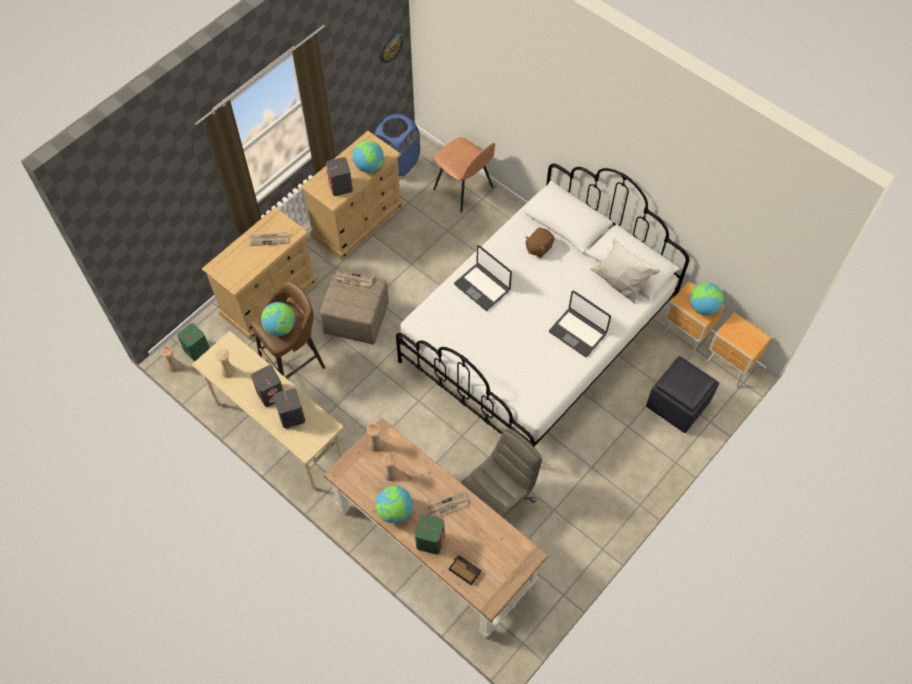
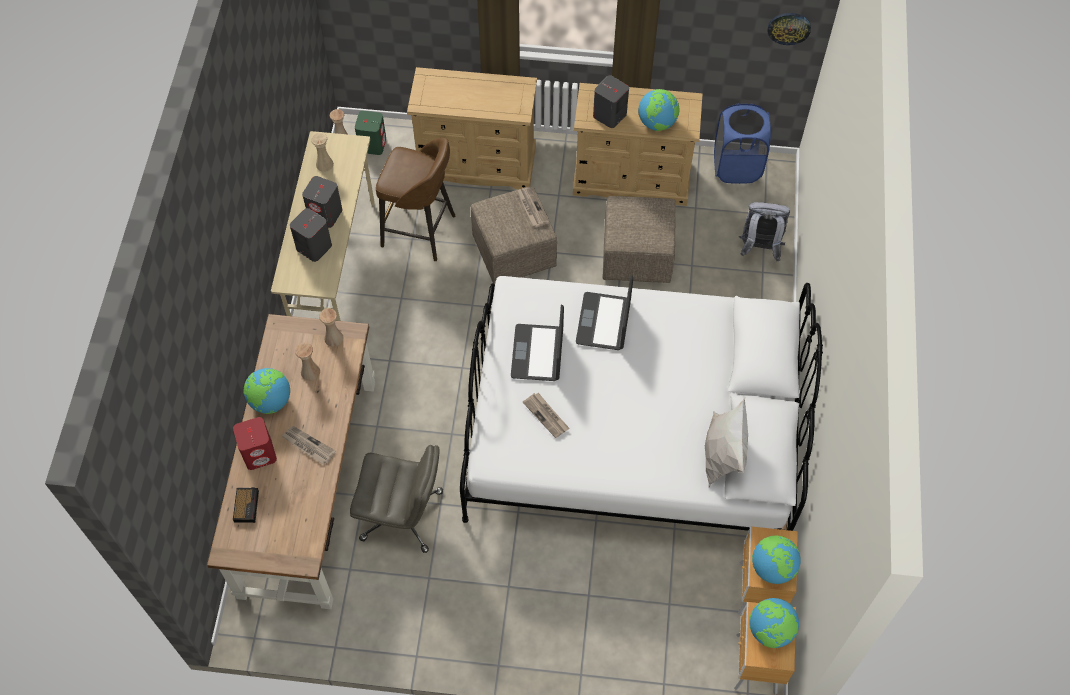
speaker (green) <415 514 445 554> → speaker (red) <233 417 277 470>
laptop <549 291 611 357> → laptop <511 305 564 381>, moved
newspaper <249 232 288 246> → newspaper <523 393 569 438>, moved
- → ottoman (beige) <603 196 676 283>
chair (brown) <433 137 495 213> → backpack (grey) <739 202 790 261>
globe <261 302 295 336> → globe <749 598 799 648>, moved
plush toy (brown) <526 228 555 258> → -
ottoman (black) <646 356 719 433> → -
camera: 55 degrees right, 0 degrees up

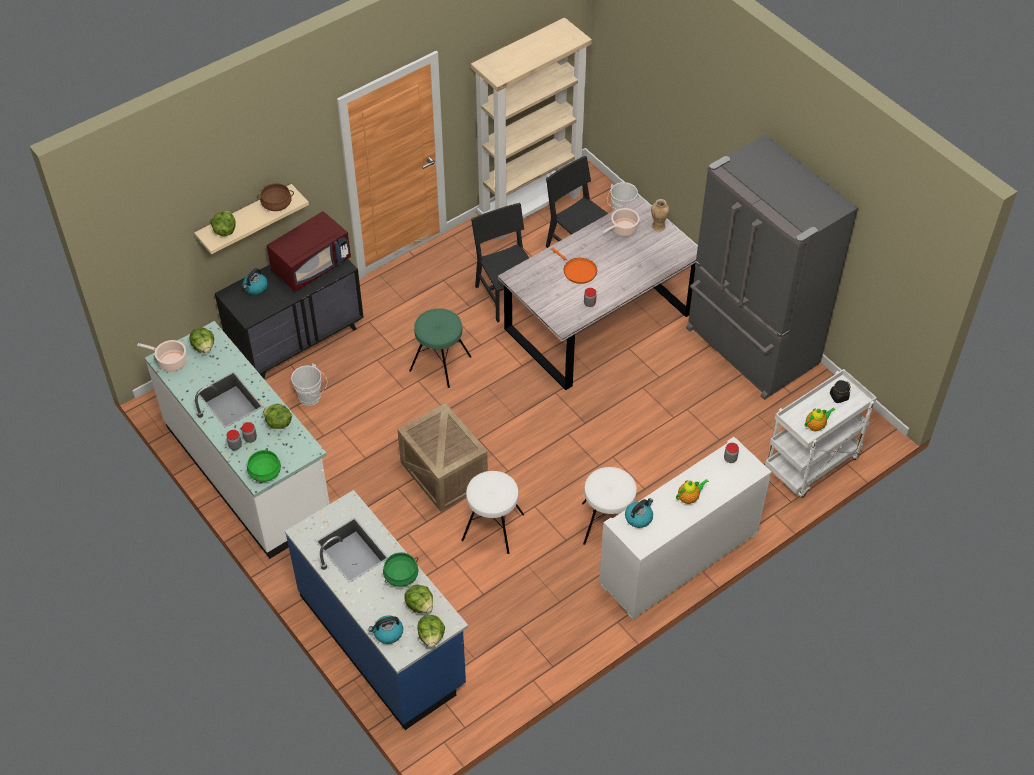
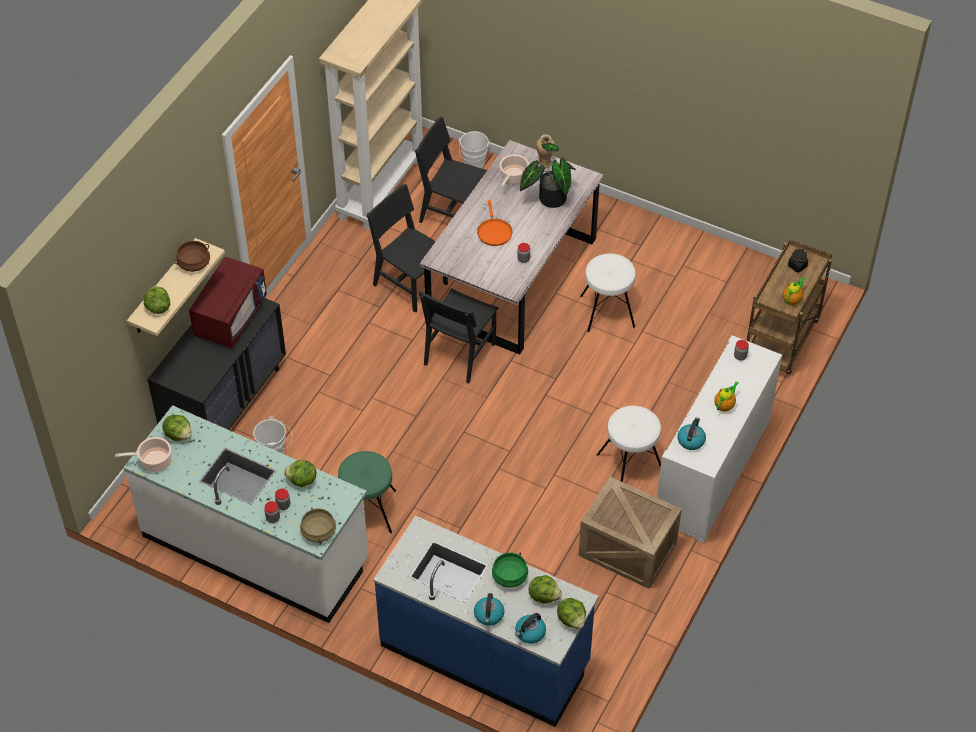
cooking pot (green) <247 448 281 482> → cooking pot (beige) <300 507 336 543>
stool (green) <409 308 471 388> → stool (green) <338 451 396 533>, moved
- → chair (black) <419 288 498 384>
kettle <243 268 268 295> → kettle <474 593 504 626>, moved
frying pan (orange) <551 247 597 284> → frying pan (orange) <477 200 513 246>, 60 degrees clockwise
- → potted plant <520 143 576 208>
crate <397 403 488 512> → crate <579 477 682 589>, moved
stool (white) <461 471 524 554> → stool (white) <580 253 635 332>, moved
cart (white) <765 369 877 498> → cart (brown) <747 239 832 374>
fridge (grey) <686 135 858 400> → -
camera: 25 degrees left, 0 degrees up

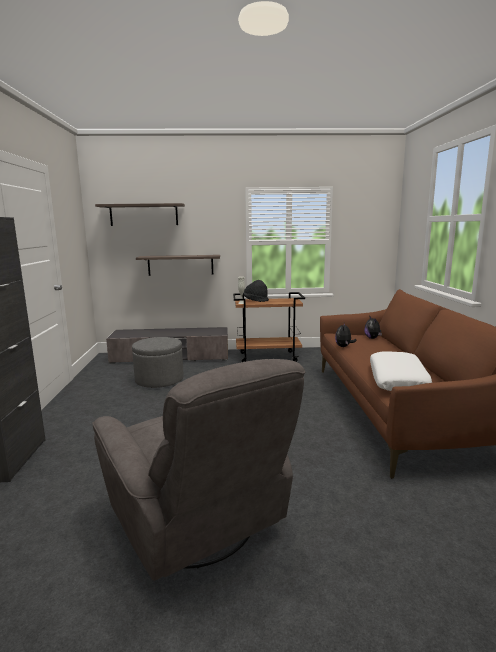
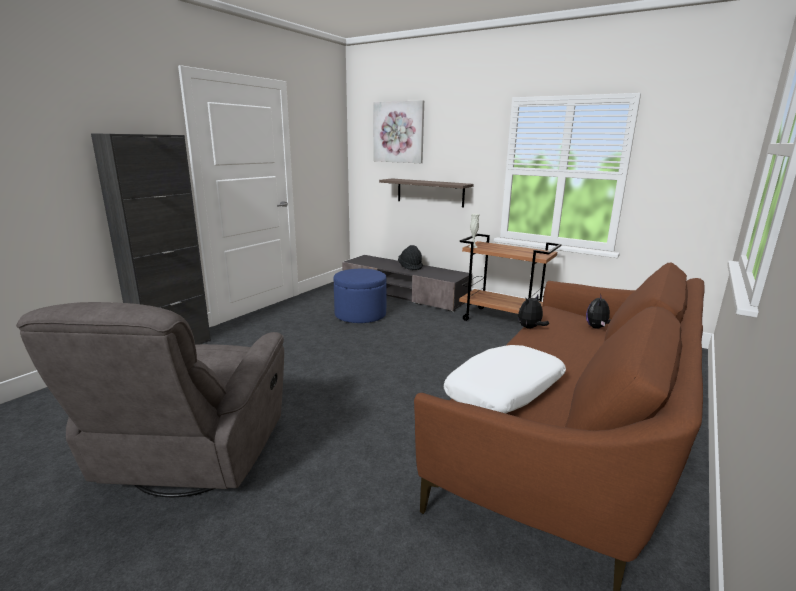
ottoman (grey) <132 337 184 388> → ottoman (blue) <333 269 387 323>
shelf <95 203 185 226> → picture <373 100 424 163>
hat (black) <243 280 269 302> → hat (black) <398 245 423 270>, moved
camera: 35 degrees right, 5 degrees up

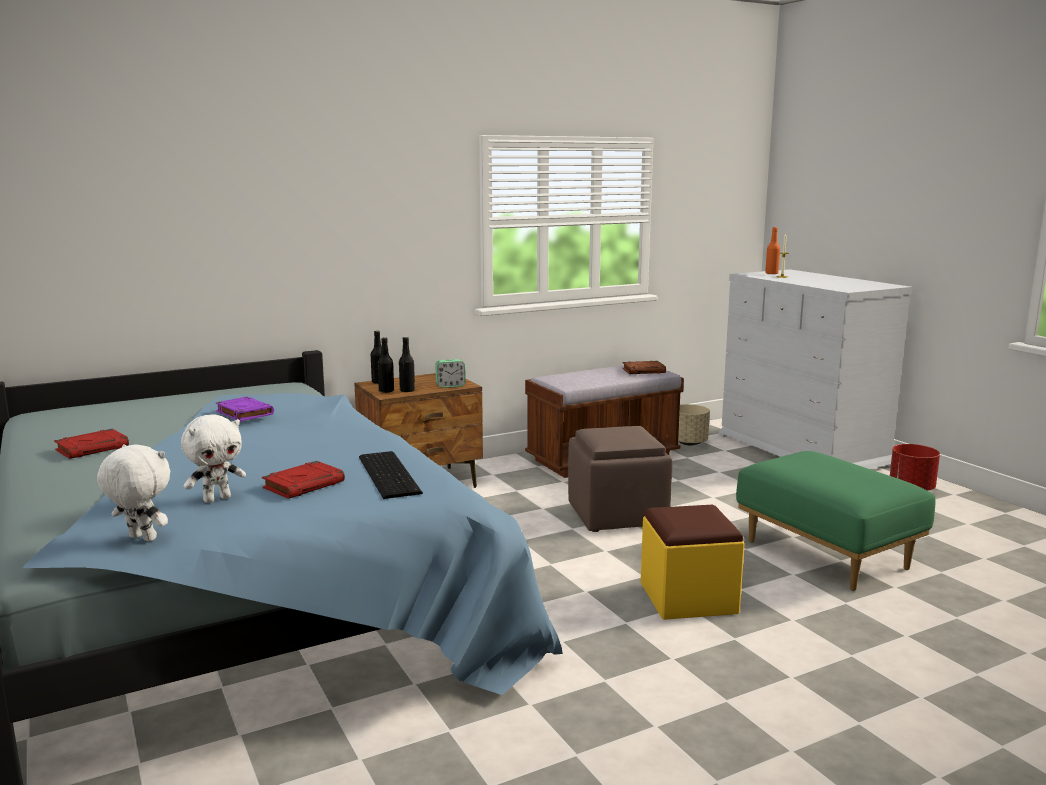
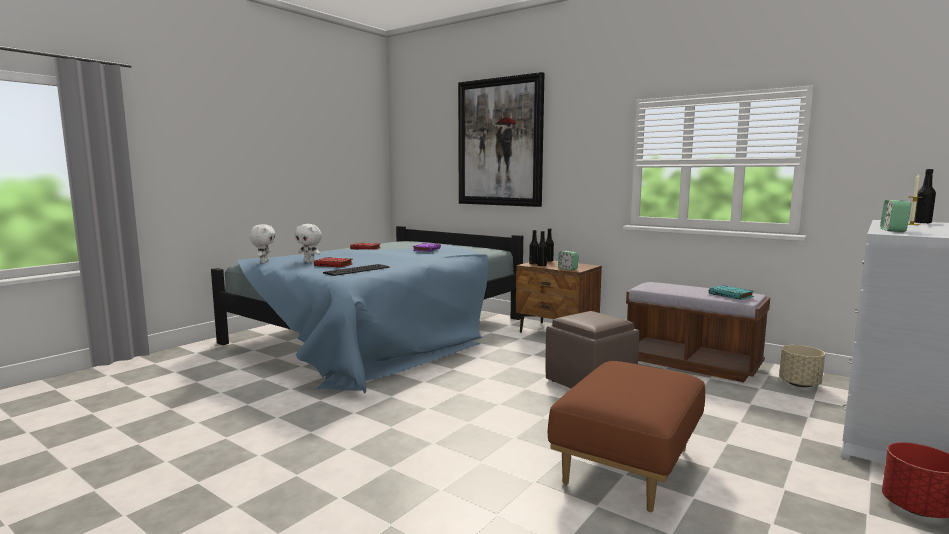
- → picture <458 72 545 207>
ottoman (green) <736 451 935 591> → ottoman (brown) <547 361 705 512>
book (brown) <622 361 666 374> → book (turquoise) <709 285 754 300>
- → alarm clock <880 200 911 232>
bottle (orange) <765 227 780 274> → bottle (black) <914 169 936 223>
ottoman (yellow) <641 505 745 620> → -
camera: 65 degrees right, 5 degrees down

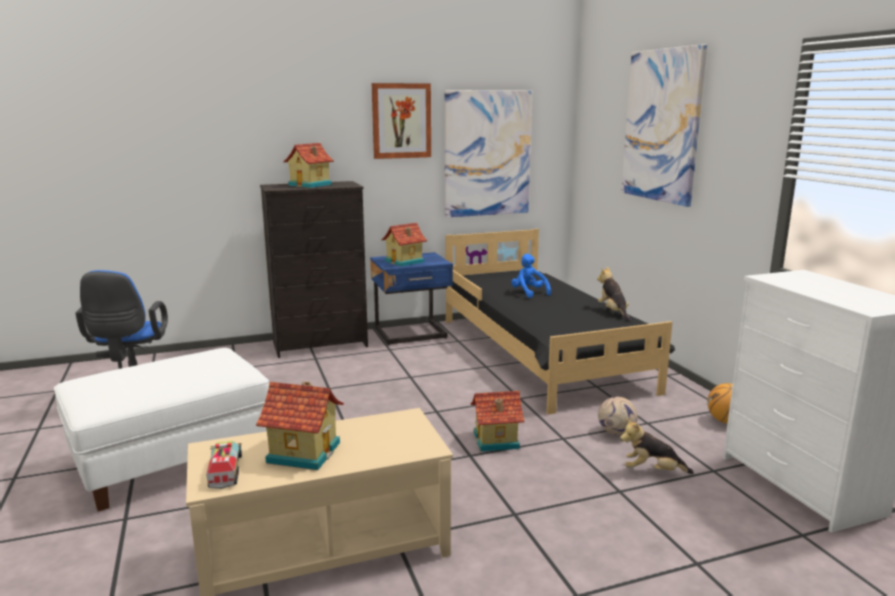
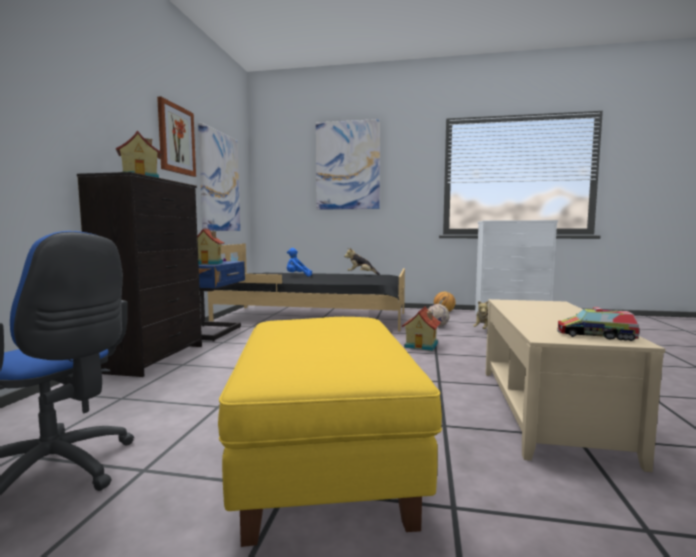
ottoman (white) <54 348 269 511> → ottoman (yellow) <218 317 442 547>
toy house <256 382 344 470> → -
camera: 60 degrees left, 10 degrees down

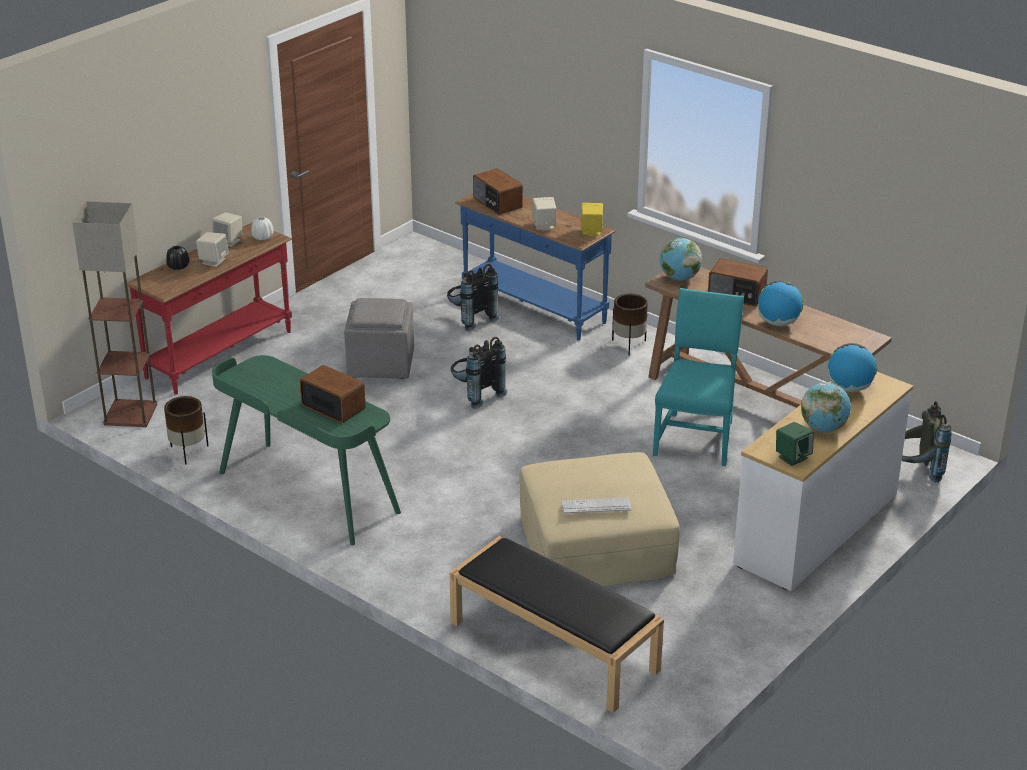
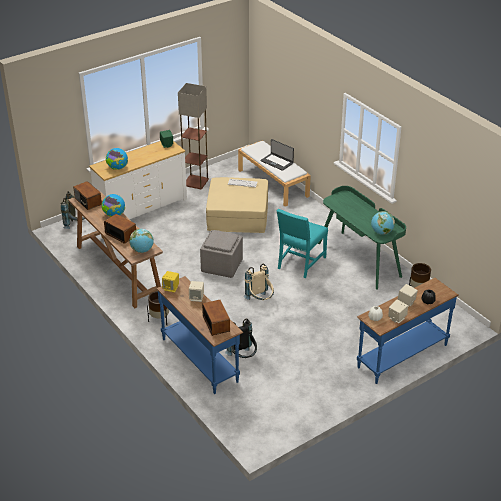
radio <299 365 366 423> → radio <73 181 102 210>, moved
floor lamp <72 201 157 427> → floor lamp <178 83 209 189>, moved
ottoman (grey) <344 298 414 379> → ottoman (grey) <200 230 243 278>, moved
bench (black) <449 536 664 713> → bench (white) <238 141 311 207>
backpack (black) <451 337 508 409> → backpack (beige) <244 264 274 300>
- → laptop <260 139 294 171>
chair (turquoise) <653 288 744 466> → chair (turquoise) <277 209 328 278>, moved
console table (red) <127 223 292 395> → console table (blue) <357 278 459 384>
globe <801 382 851 432> → globe <371 211 395 235>, moved
camera: 165 degrees left, 5 degrees up

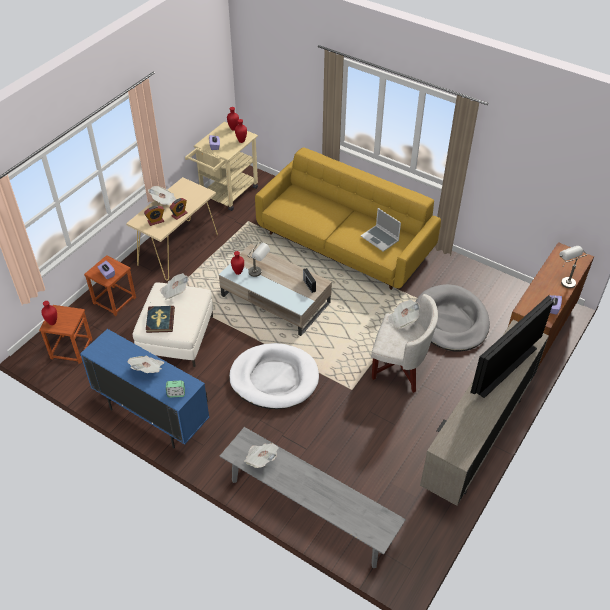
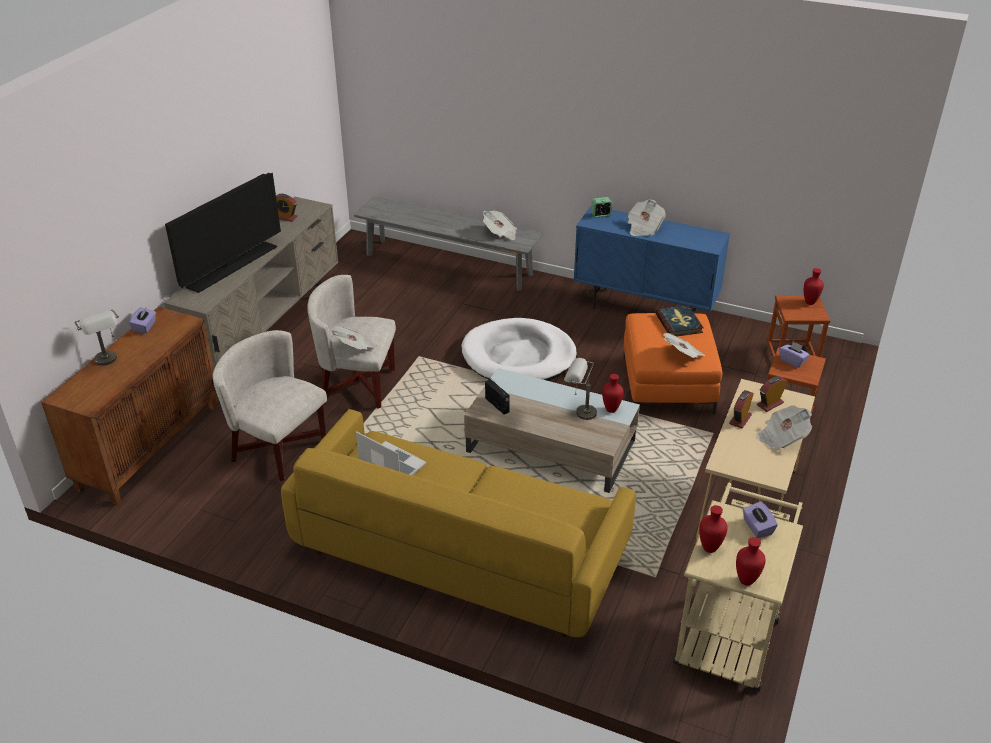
dog bed (grey) <416 284 490 352> → armchair (white) <213 330 327 481>
- → alarm clock <276 194 297 222>
ottoman (white) <133 283 213 367> → ottoman (orange) <624 313 722 415>
camera: 170 degrees right, 10 degrees down

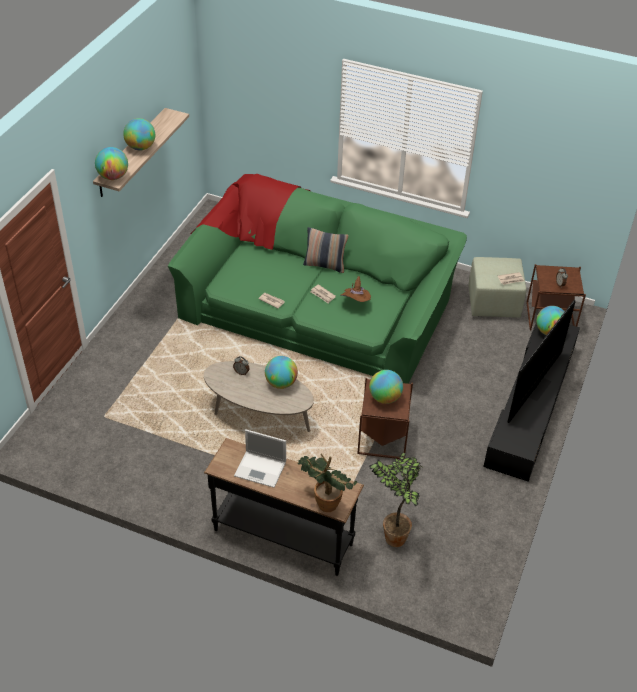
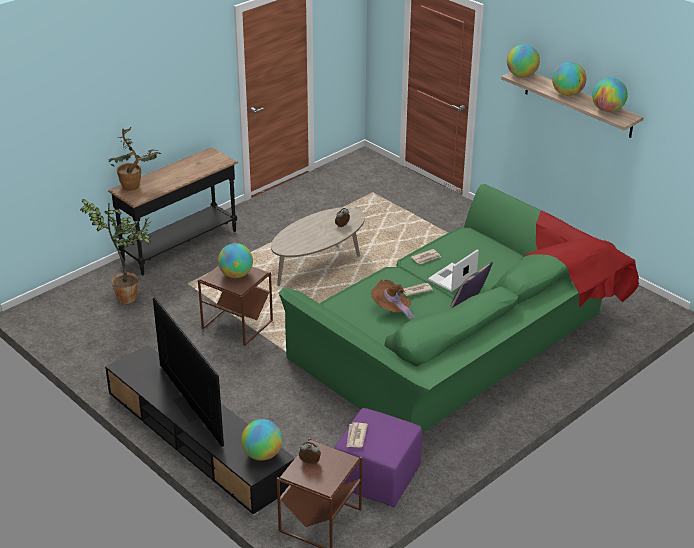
ottoman (green) <468 257 526 318> → ottoman (purple) <334 408 422 507>
laptop <234 430 286 488> → laptop <428 249 479 292>, moved
globe <265 356 298 389> → globe <592 77 628 112>, moved
camera: 115 degrees right, 10 degrees down

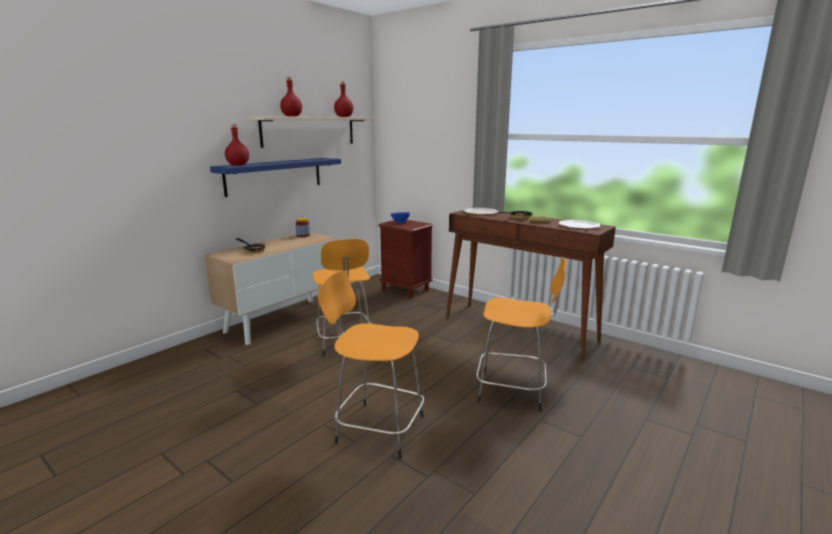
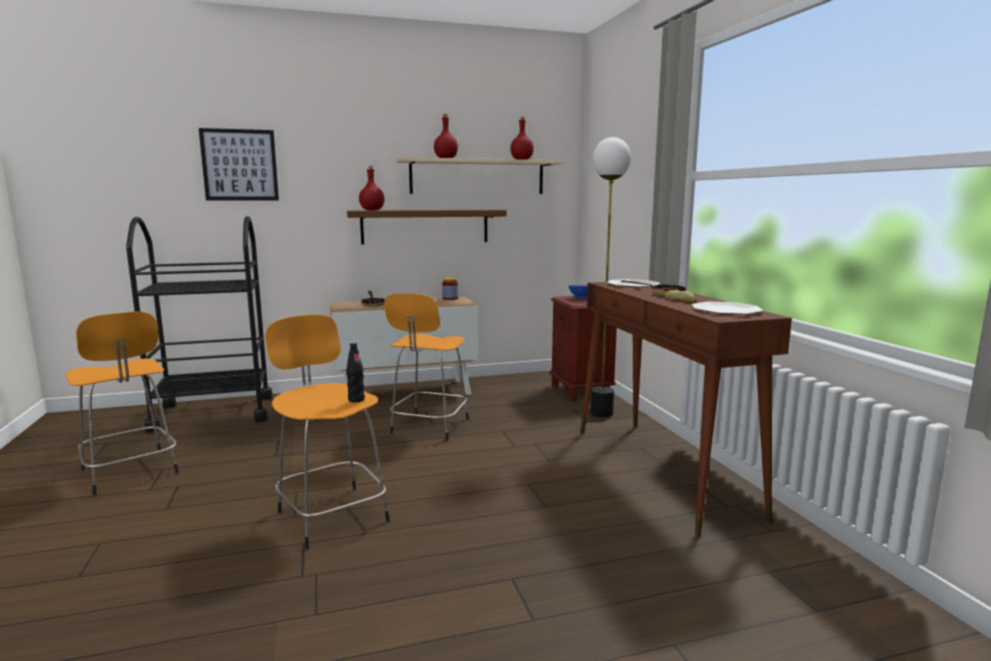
stool (orange) <476 257 567 411> → stool (orange) <66 312 179 495>, moved
- → cart (black) <126 216 273 433>
- → picture <199 128 279 201>
- → bottle (black) <346 342 365 402>
shelf (blue) <210 158 341 197> → shelf (brown) <347 210 507 245>
- → floor lamp <590 137 631 418>
camera: 35 degrees right, 5 degrees down

